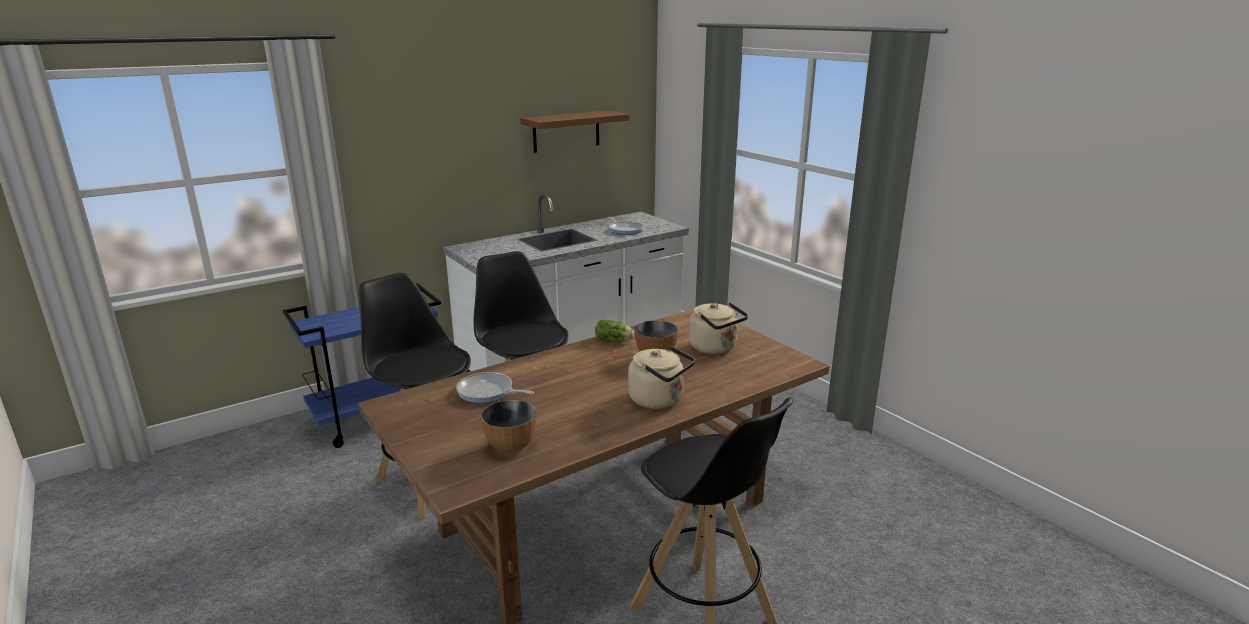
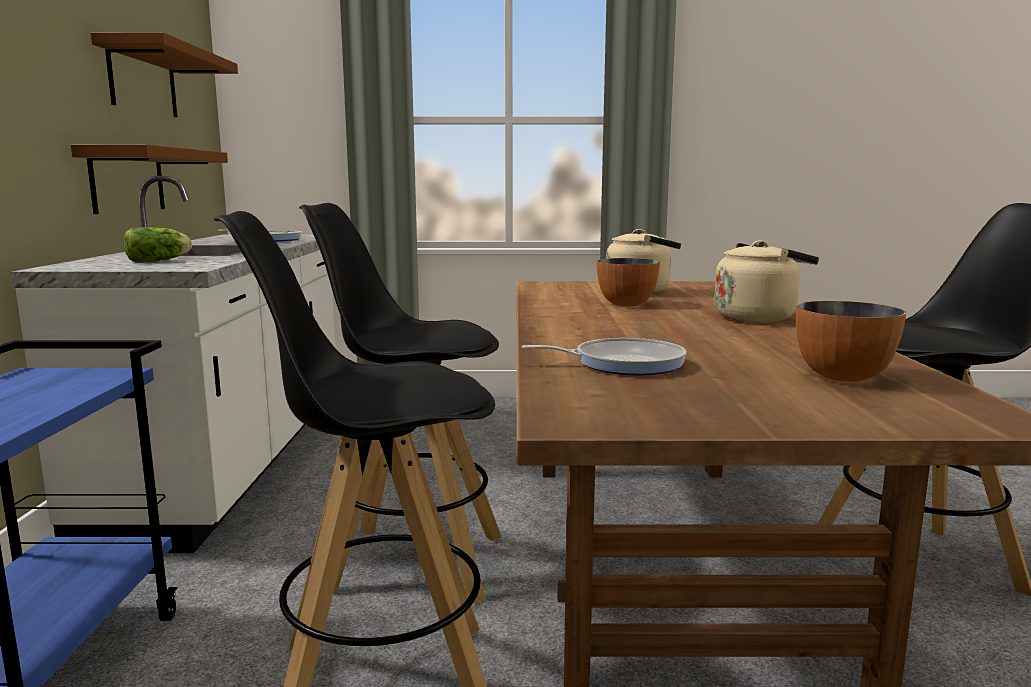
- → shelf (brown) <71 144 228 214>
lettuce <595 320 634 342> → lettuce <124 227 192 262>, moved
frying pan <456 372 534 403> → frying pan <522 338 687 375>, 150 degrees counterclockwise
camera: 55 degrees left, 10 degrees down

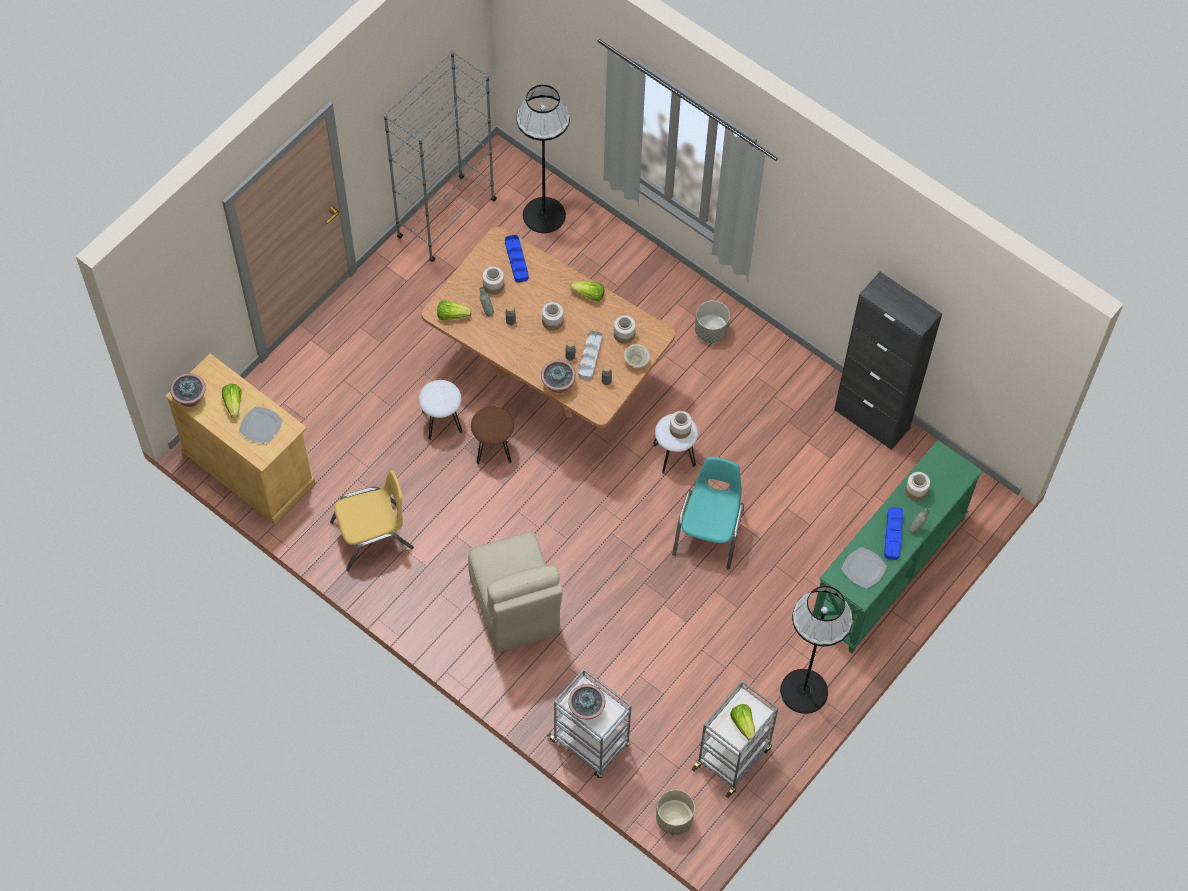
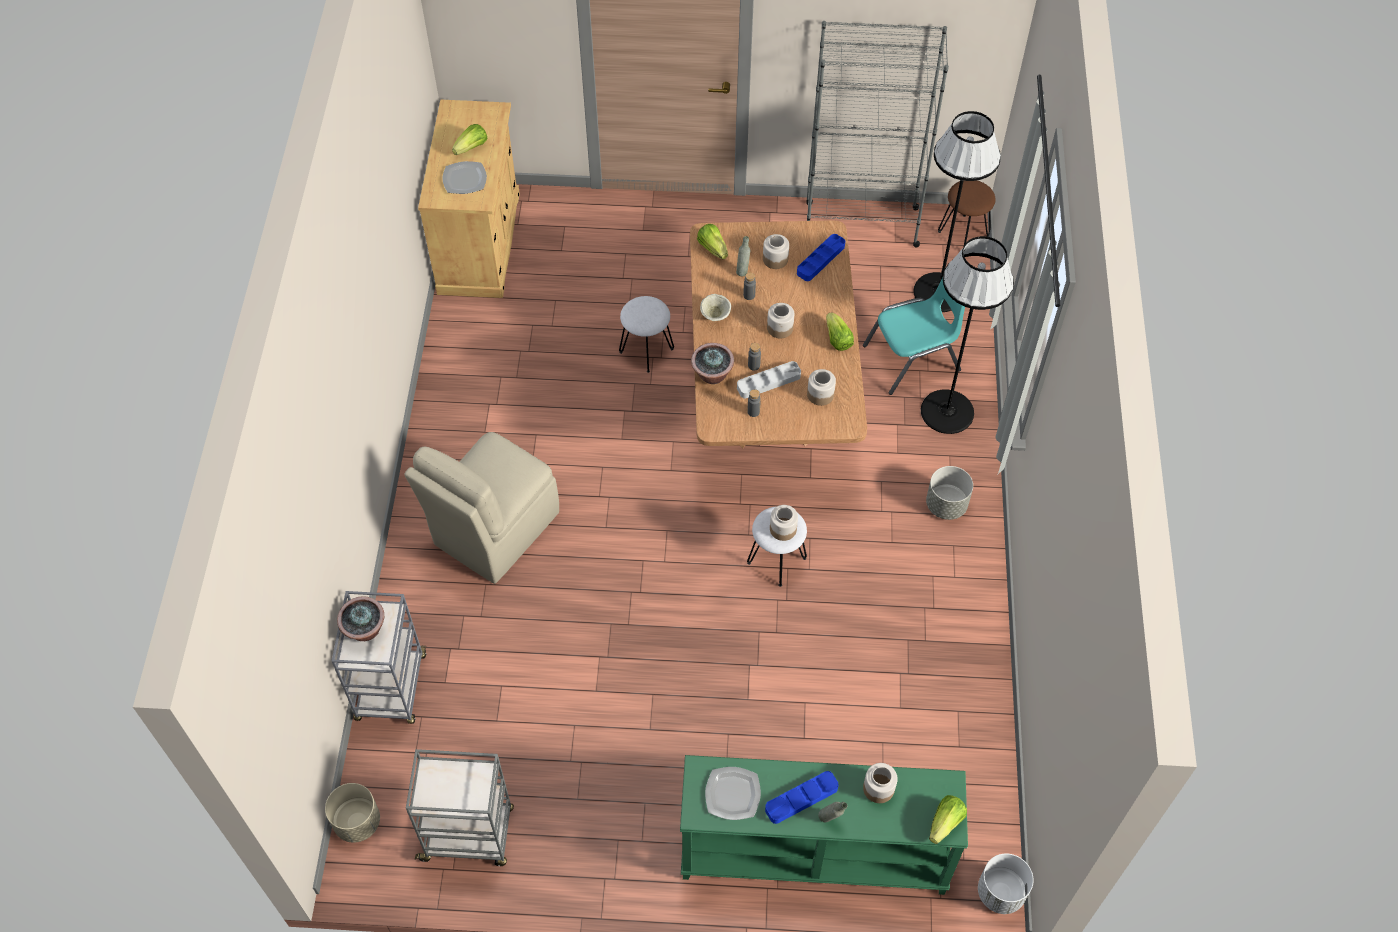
bowl (beige) <624 344 650 367> → bowl (beige) <700 294 731 321>, moved
chair (turquoise) <672 457 744 570> → chair (turquoise) <863 278 965 395>, moved
floor lamp (black) <780 586 853 714> → floor lamp (black) <921 236 1014 434>, moved
lettuce <730 704 755 741> → lettuce <929 795 967 844>, moved
stool (brown) <471 407 514 465> → stool (brown) <938 181 996 245>, moved
- → planter (white) <978 853 1034 914>
potted plant <170 373 206 407> → -
chair (yellow) <330 470 414 571> → -
cabinet (black) <834 272 942 450> → -
camera: 55 degrees right, 5 degrees down

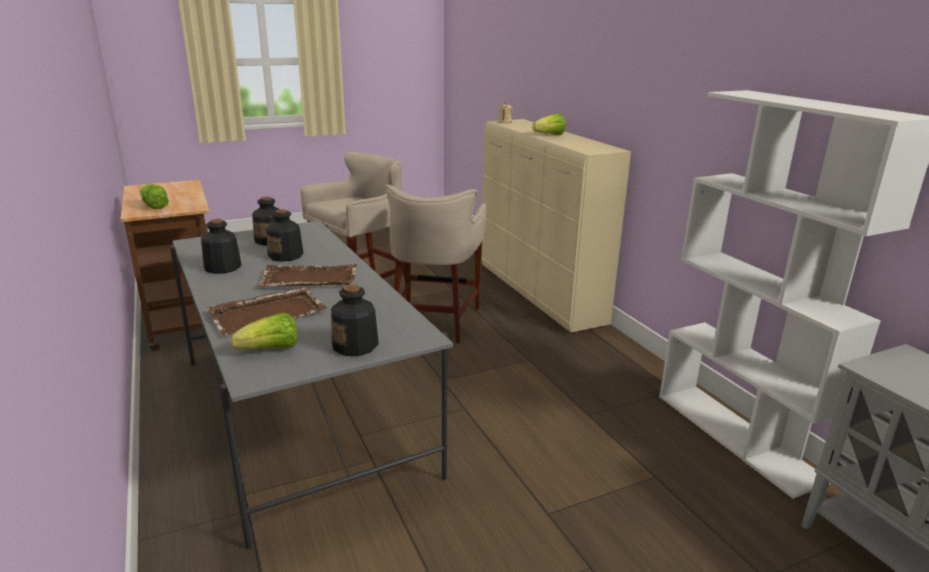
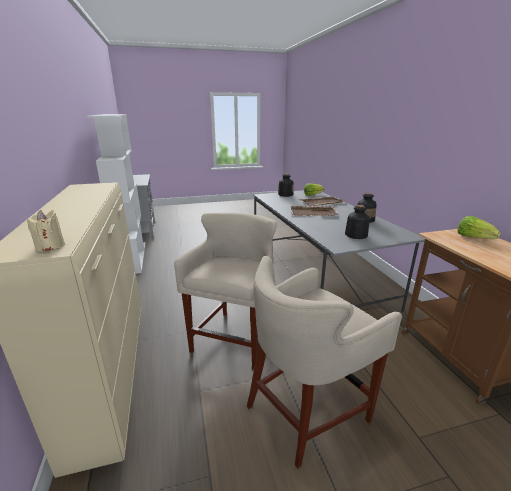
bottle <266 209 303 262> → -
lettuce <532 113 566 135> → -
camera: 170 degrees left, 0 degrees up

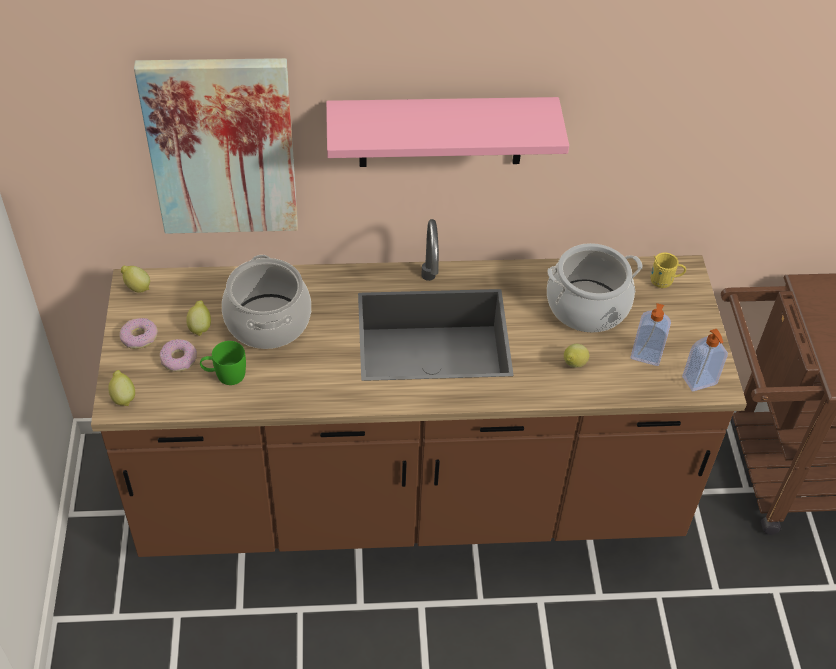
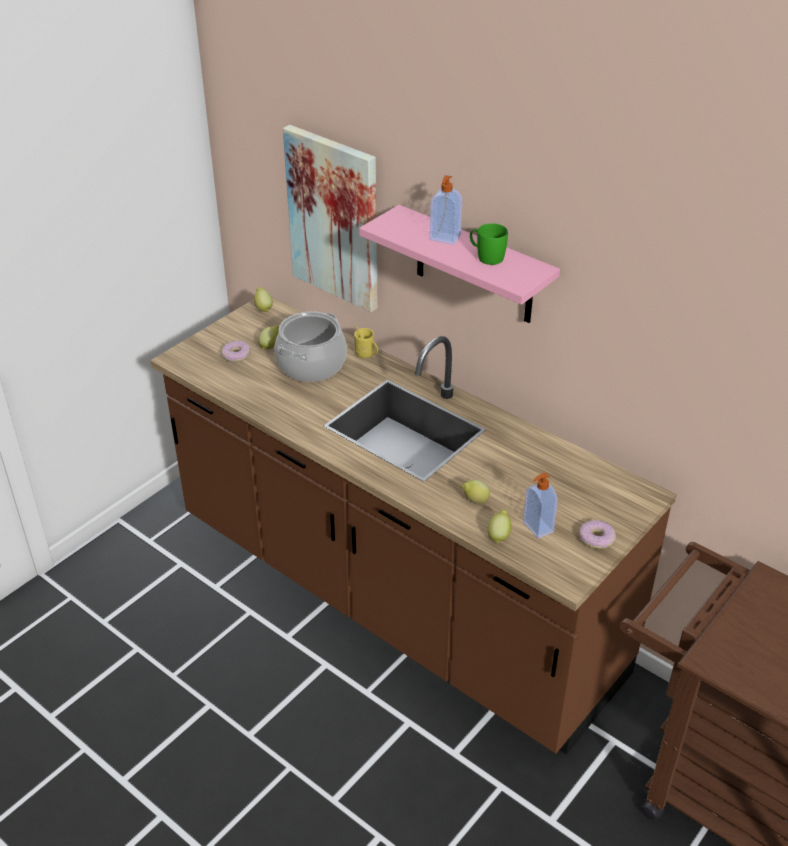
mug (yellow) <651 252 686 288> → mug (yellow) <354 324 378 358>, moved
soap dispenser <682 329 728 391> → soap dispenser <430 175 462 245>, moved
mug (green) <200 341 246 385> → mug (green) <470 223 508 265>, moved
lemon <108 370 135 406> → lemon <487 510 511 544>, moved
donut <119 318 158 349> → donut <579 520 616 549>, moved
cooking pot <547 243 642 332> → -
camera: 45 degrees right, 10 degrees down

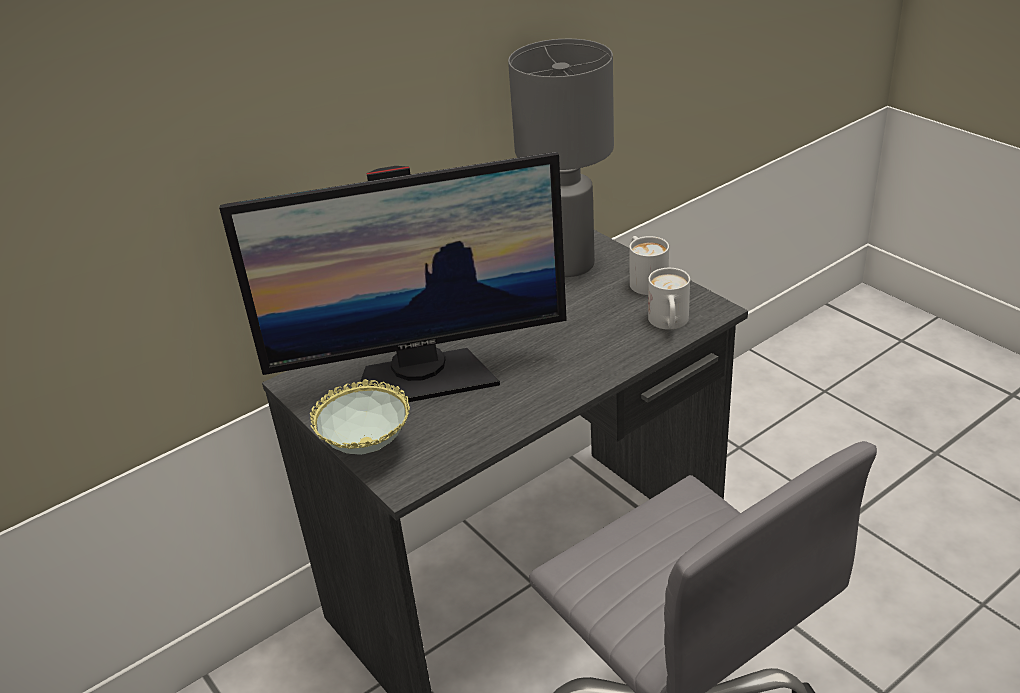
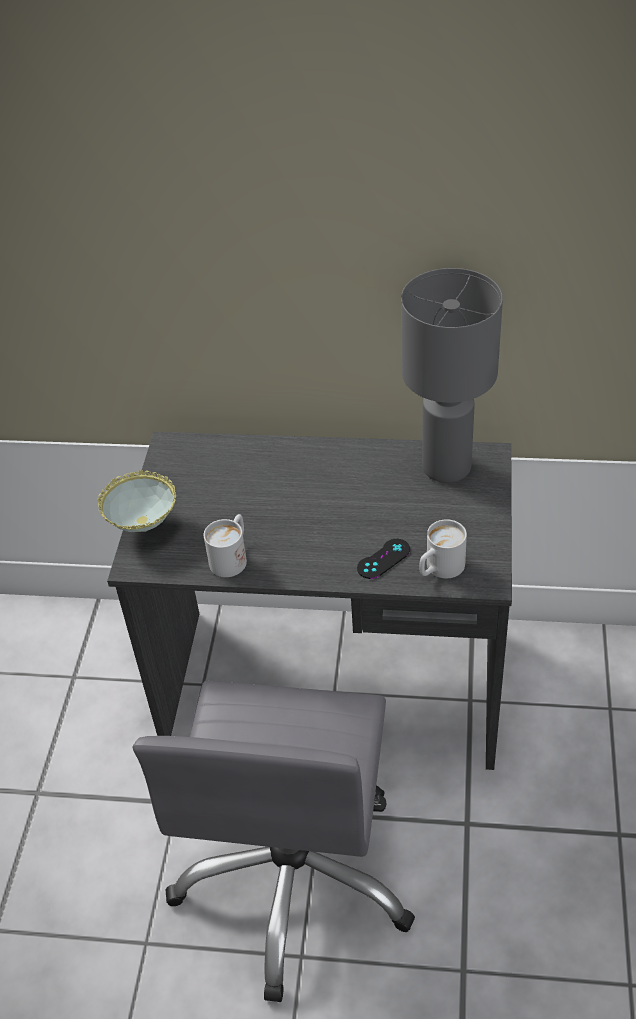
mug (white) <630 236 669 295> → mug (white) <204 514 247 577>, moved
- → game controller (black) <357 539 410 579>
monitor <219 152 567 402> → -
camera: 45 degrees right, 10 degrees up

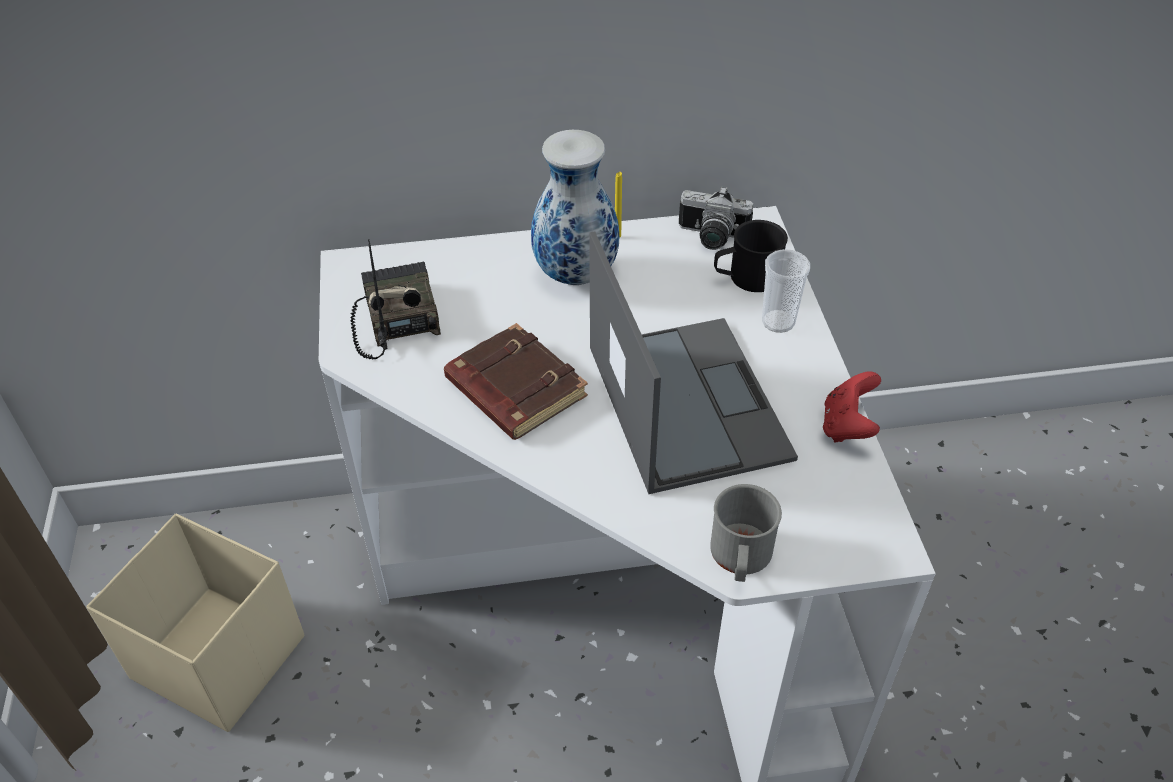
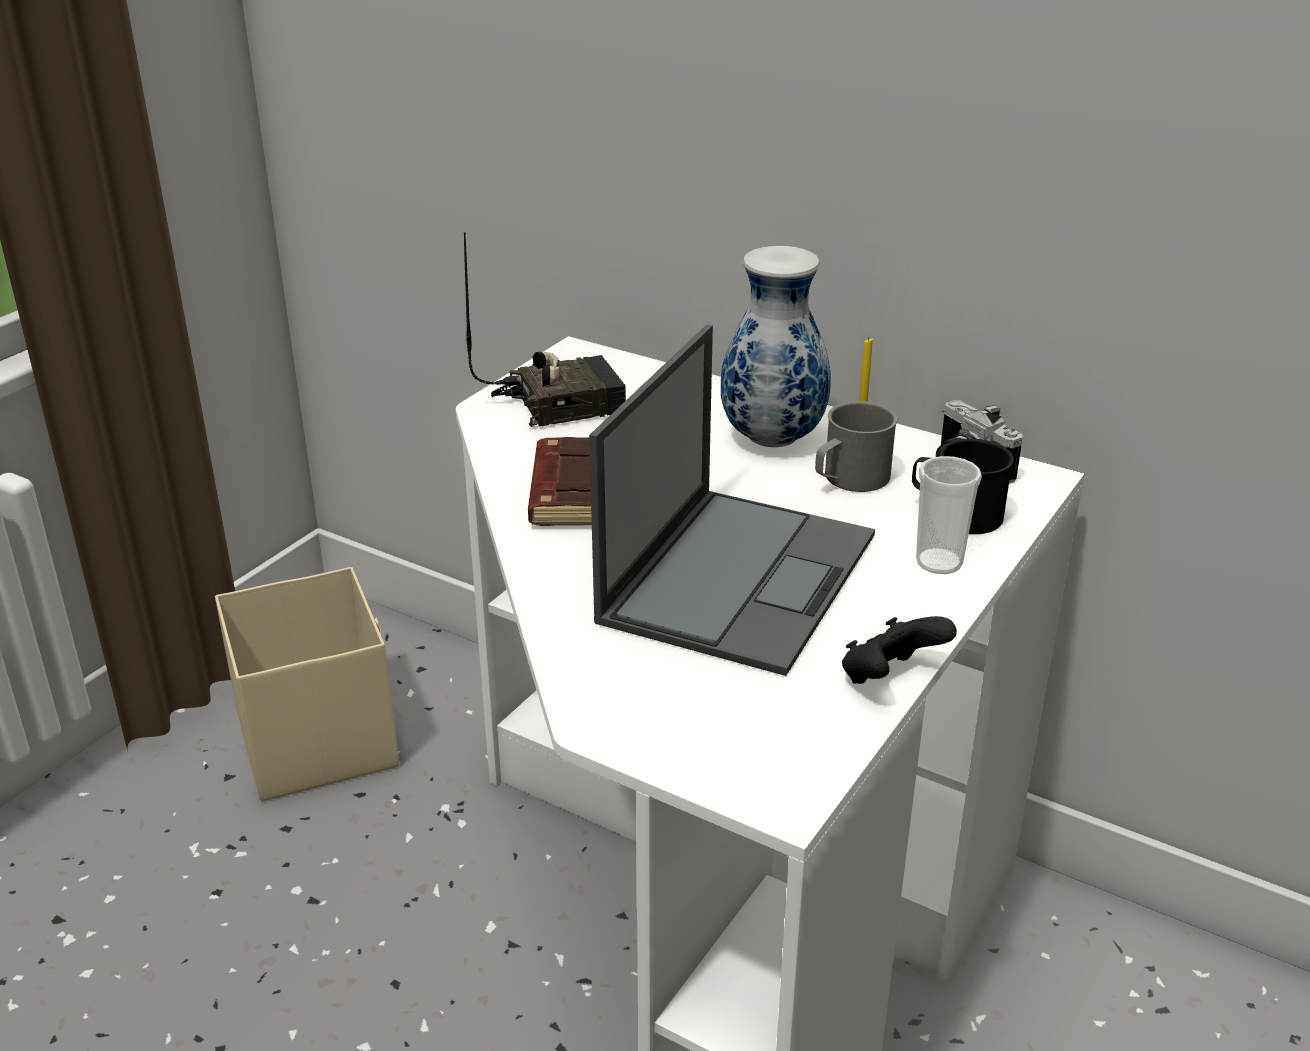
radio <350 239 441 359> → radio <464 232 626 427>, 45 degrees clockwise
mug (grey) <710 484 782 582> → mug (grey) <815 401 898 492>, moved
game controller (red) <823 371 881 443> → game controller (black) <842 616 957 684>
camera: 40 degrees right, 15 degrees down

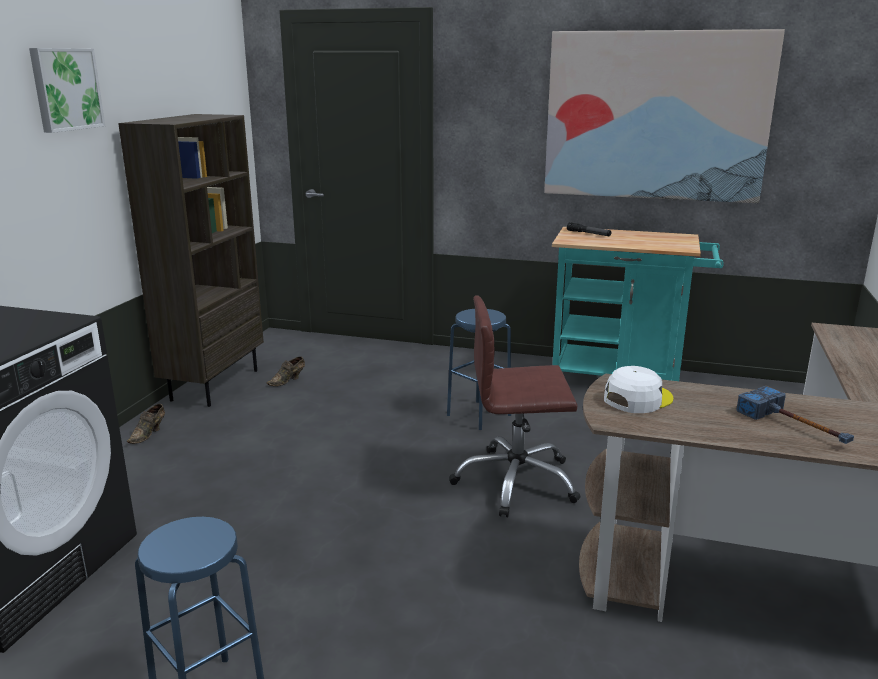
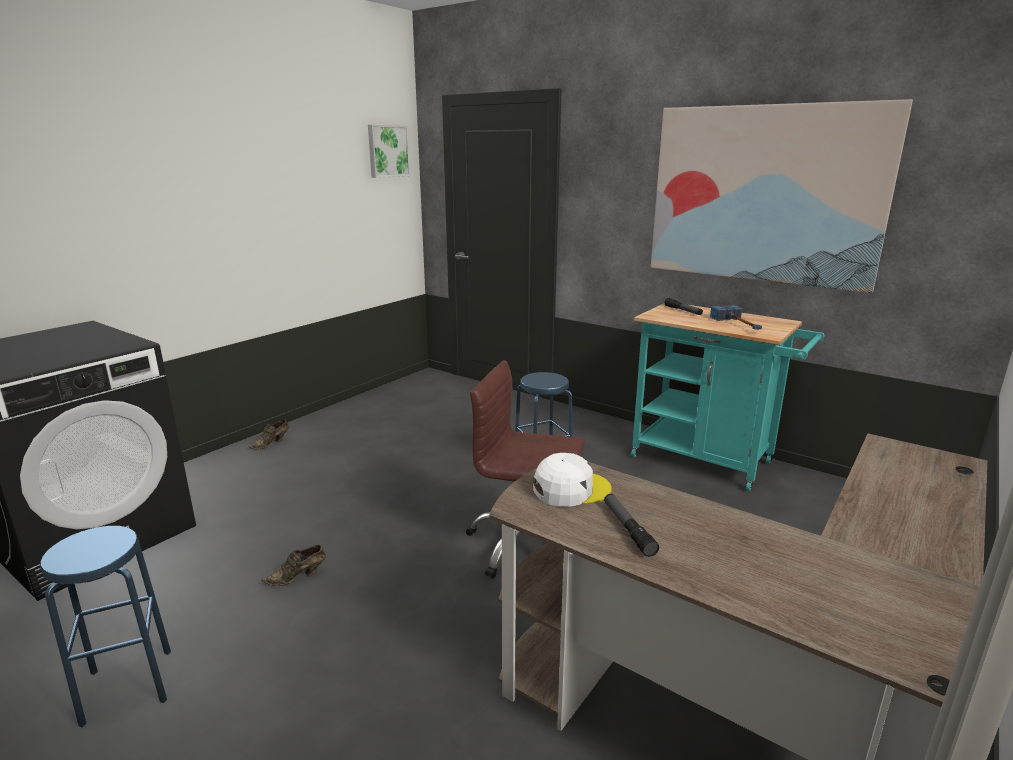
shoe (brown) <266 356 305 386> → shoe (brown) <261 545 326 586>, moved
picture <29 48 105 133> → picture <368 125 411 178>, moved
- → flashlight <604 494 659 557>
hammer <736 386 854 444> → hammer <710 305 762 330>, moved
bookcase (brown) <118 114 264 407> → -
camera: 20 degrees right, 0 degrees up

